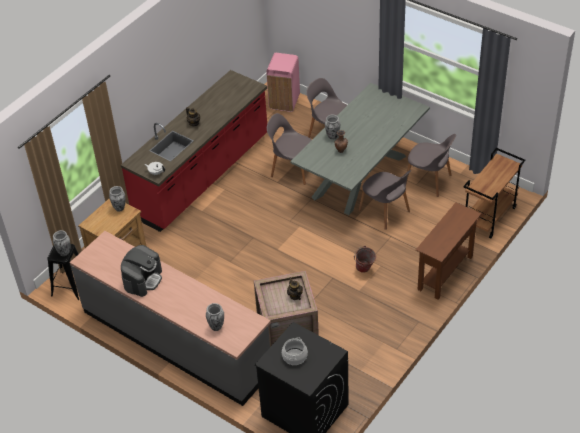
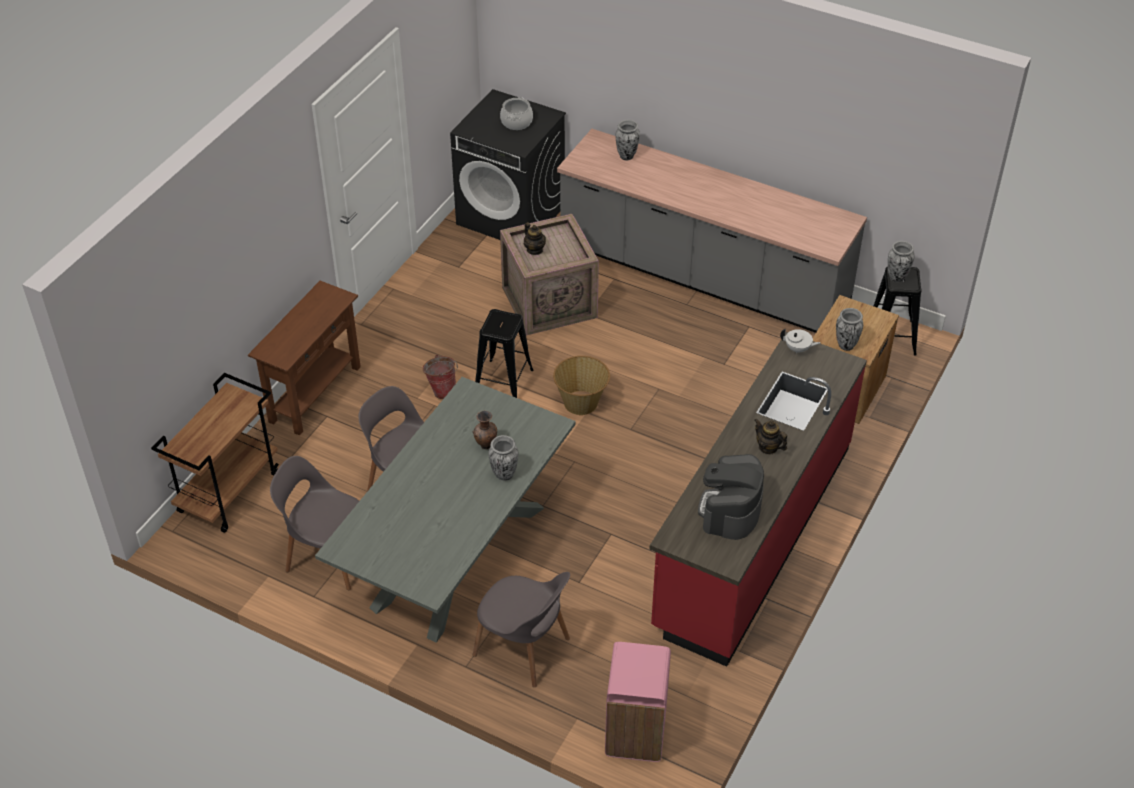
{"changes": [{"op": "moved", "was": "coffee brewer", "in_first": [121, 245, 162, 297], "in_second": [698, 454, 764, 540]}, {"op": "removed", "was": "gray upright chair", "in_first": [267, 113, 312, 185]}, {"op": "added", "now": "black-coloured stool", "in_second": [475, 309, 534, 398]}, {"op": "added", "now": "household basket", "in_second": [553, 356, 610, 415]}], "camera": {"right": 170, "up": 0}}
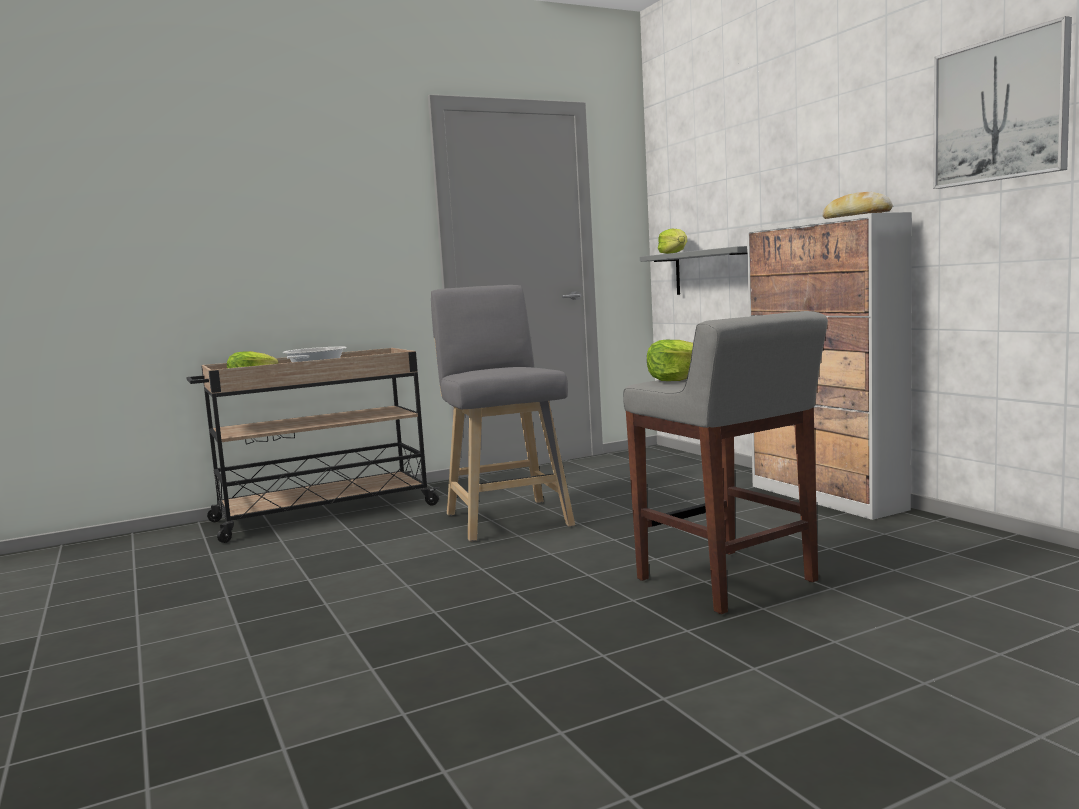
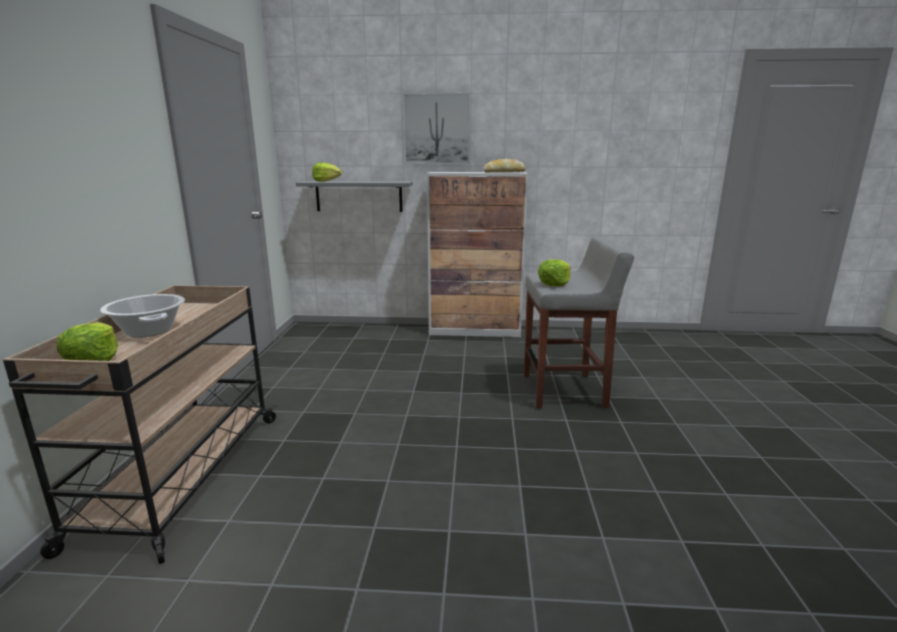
{"changes": [{"op": "removed", "was": "gray stool", "in_first": [431, 285, 575, 542]}, {"op": "moved", "was": "picture", "in_first": [933, 16, 1072, 189], "in_second": [403, 93, 471, 164]}], "camera": {"right": -60, "up": 10}}
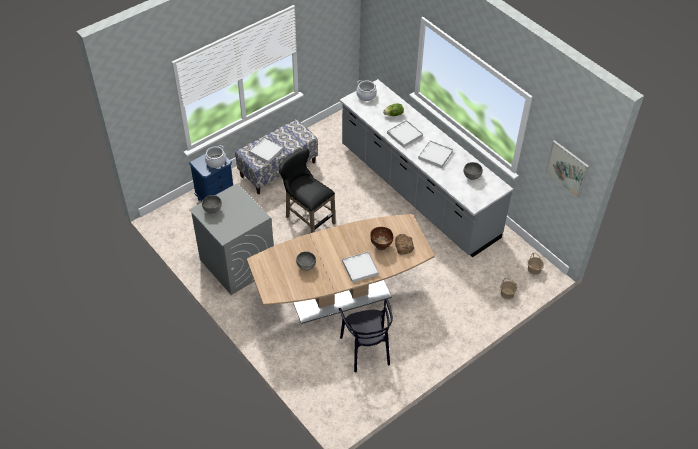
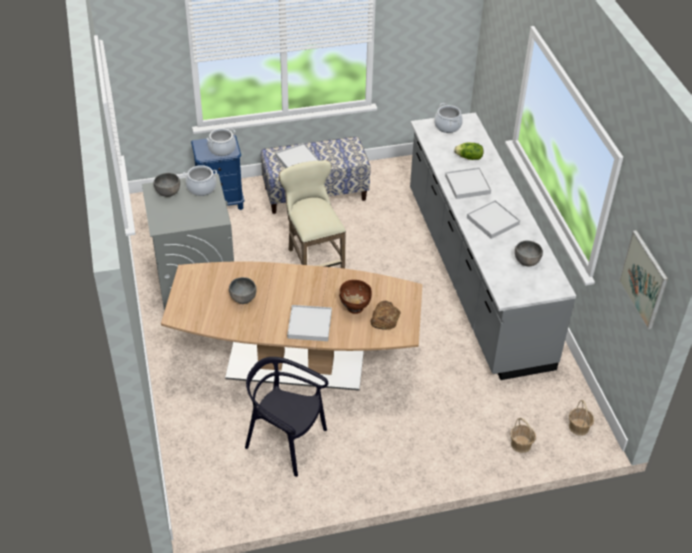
{"changes": [{"op": "recoloured", "was": "black-coloured stool", "now": "beige-coloured stool", "in_first": [279, 148, 335, 233], "in_second": [279, 160, 346, 269]}, {"op": "turned", "was": "black-coloured upright chair", "in_first": [339, 299, 393, 372], "in_second": [245, 357, 328, 477], "clockwise": 105}, {"op": "added", "now": "stockpot", "in_second": [183, 165, 217, 196]}], "camera": {"right": 25, "up": -5}}
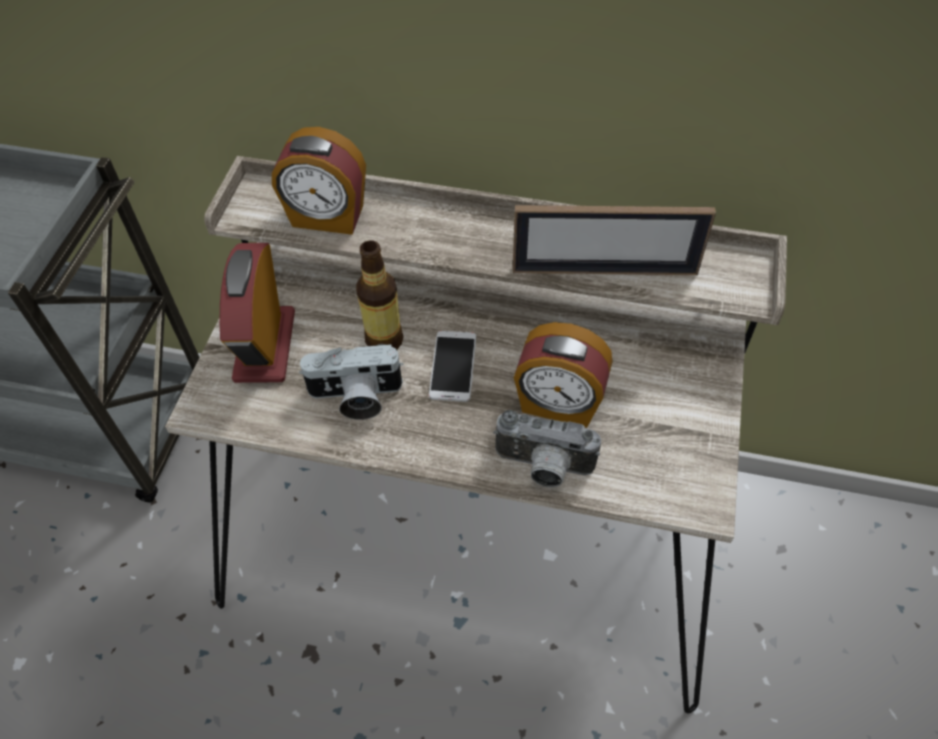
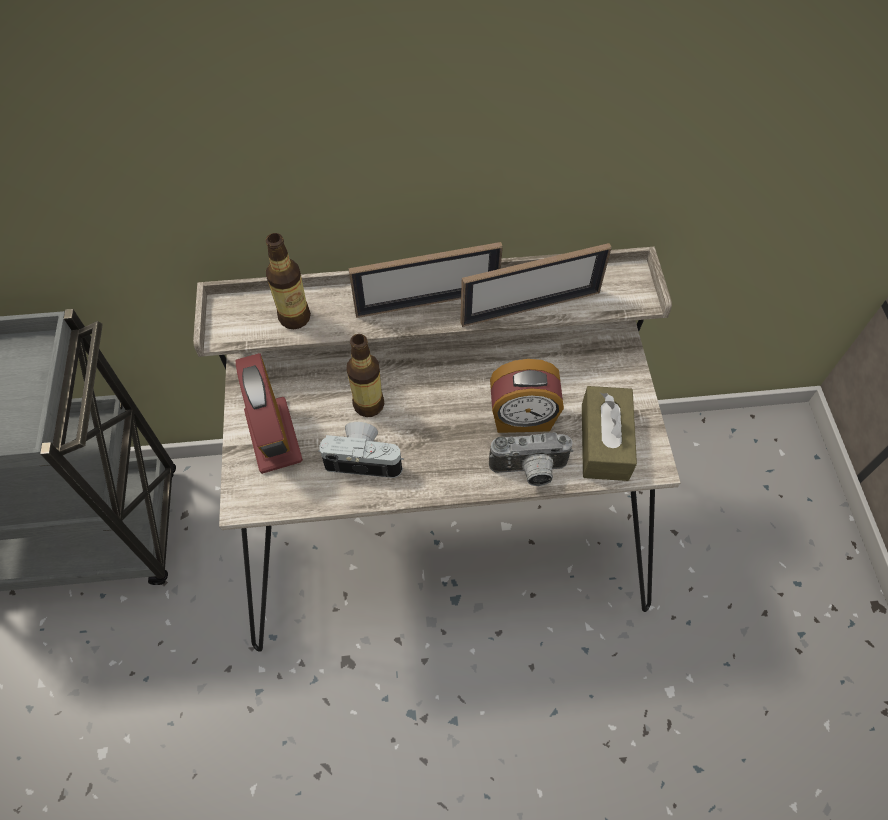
{"changes": [{"op": "replaced", "was": "table clock", "now": "drink bottle", "in_first": [272, 127, 366, 235], "in_second": [266, 233, 311, 329]}, {"op": "turned", "was": "still camera", "in_first": [299, 344, 404, 420], "in_second": [318, 422, 404, 478], "clockwise": -150}, {"op": "removed", "was": "handset", "in_first": [429, 331, 476, 402]}, {"op": "added", "now": "photo frame", "in_second": [348, 242, 503, 318]}, {"op": "added", "now": "brown tissue holder", "in_second": [582, 386, 637, 481]}], "camera": {"right": -20, "up": 5}}
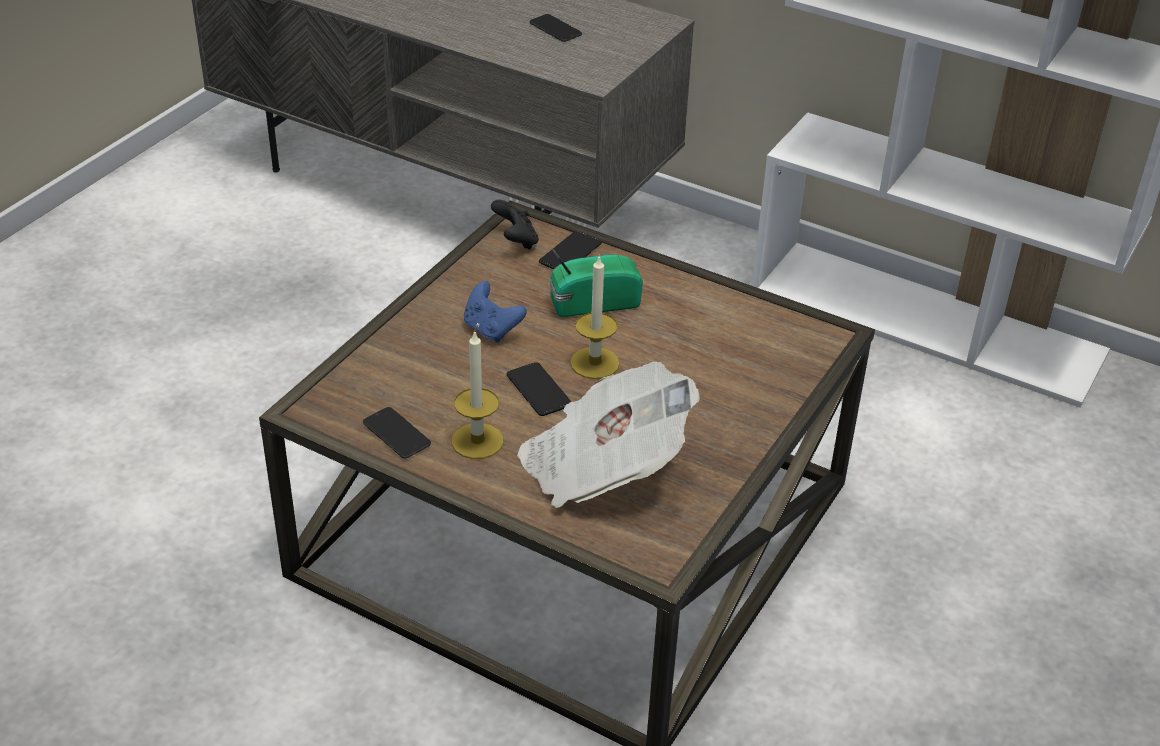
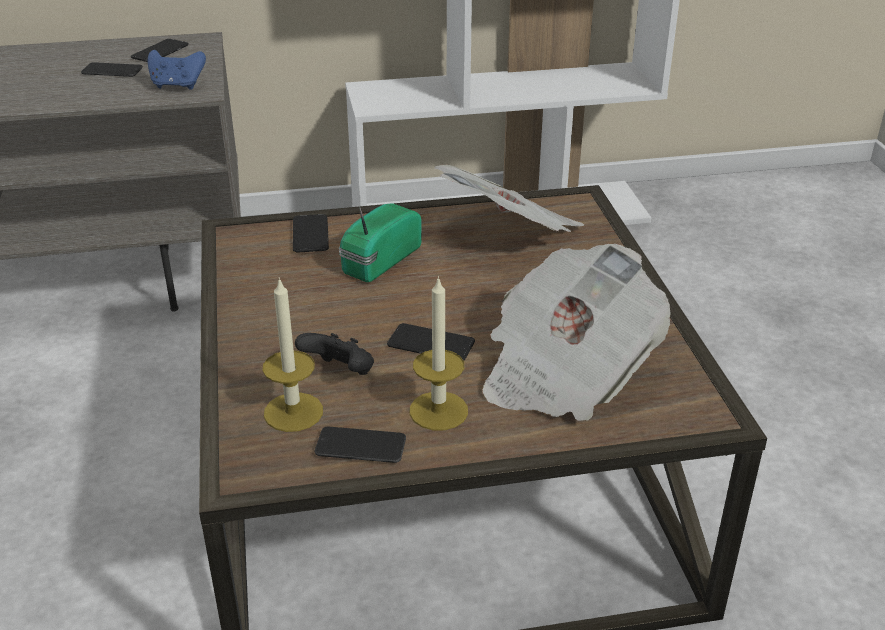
{"changes": [{"op": "moved", "was": "blue game controller", "in_first": [464, 281, 527, 343], "in_second": [148, 50, 206, 90]}, {"op": "moved", "was": "black-coloured game controller", "in_first": [491, 200, 539, 250], "in_second": [295, 333, 374, 375]}, {"op": "moved", "was": "wax light", "in_first": [570, 257, 620, 379], "in_second": [262, 277, 323, 432]}, {"op": "added", "now": "handset", "in_second": [131, 39, 189, 62]}, {"op": "added", "now": "printed paper", "in_second": [434, 165, 584, 232]}], "camera": {"right": -40, "up": -5}}
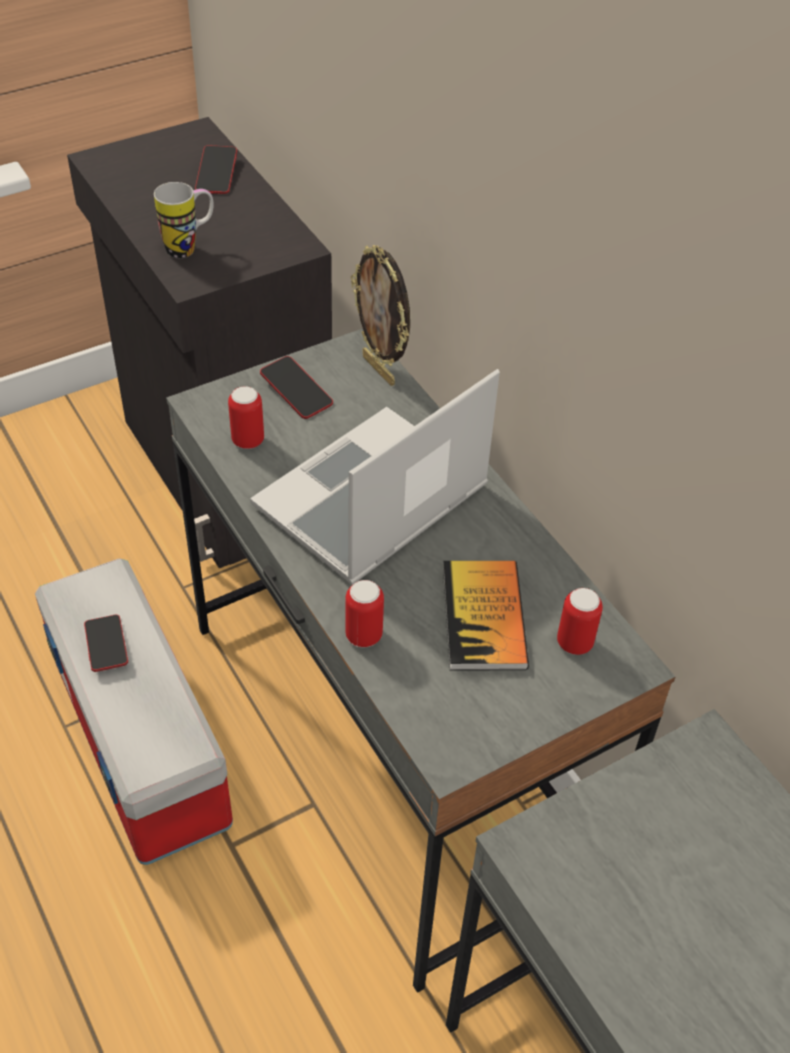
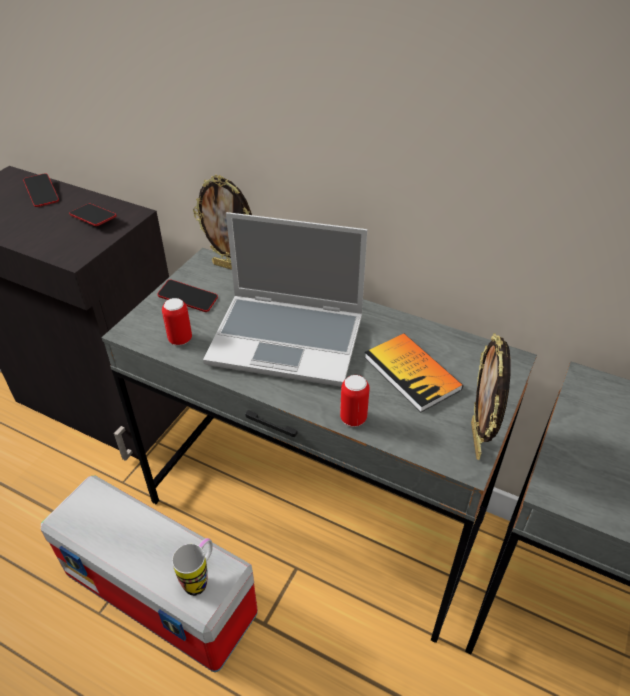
{"changes": [{"op": "moved", "was": "handset", "in_first": [84, 615, 128, 672], "in_second": [69, 204, 117, 226]}, {"op": "moved", "was": "coffee mug", "in_first": [154, 182, 214, 258], "in_second": [172, 538, 213, 596]}, {"op": "turned", "was": "notebook computer", "in_first": [250, 369, 500, 585], "in_second": [203, 212, 367, 386], "clockwise": -90}, {"op": "removed", "was": "can", "in_first": [557, 588, 603, 655]}, {"op": "added", "now": "photo frame", "in_second": [471, 333, 511, 460]}], "camera": {"right": -30, "up": -5}}
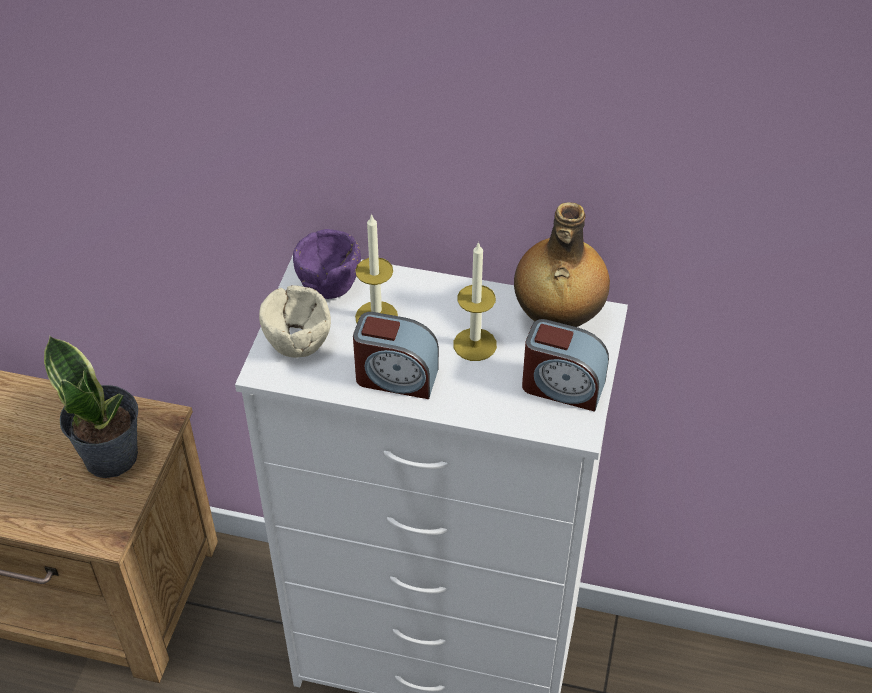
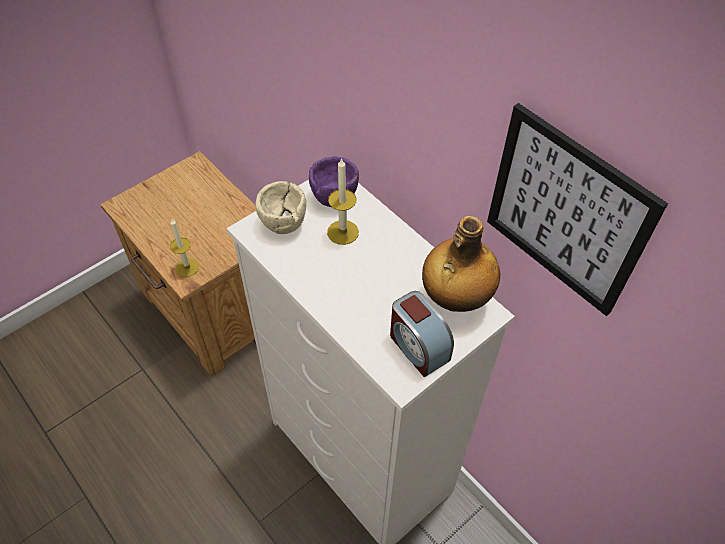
{"changes": [{"op": "removed", "was": "plant in a pot", "in_first": [44, 335, 138, 478]}, {"op": "removed", "was": "table clock", "in_first": [353, 312, 439, 399]}, {"op": "moved", "was": "wax light", "in_first": [453, 241, 497, 361], "in_second": [170, 219, 199, 277]}, {"op": "added", "now": "picture", "in_second": [487, 103, 668, 316]}], "camera": {"right": 35, "up": 5}}
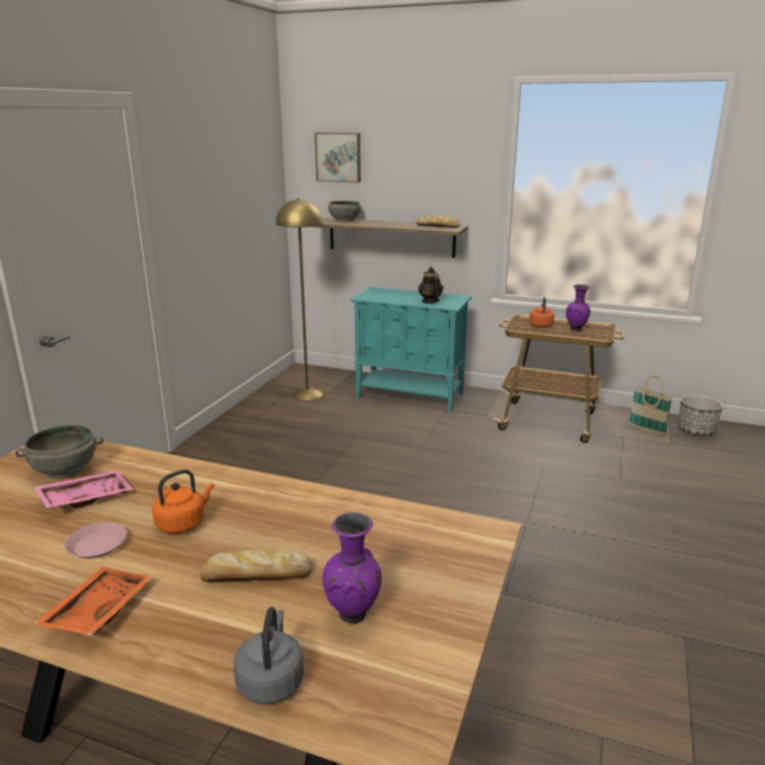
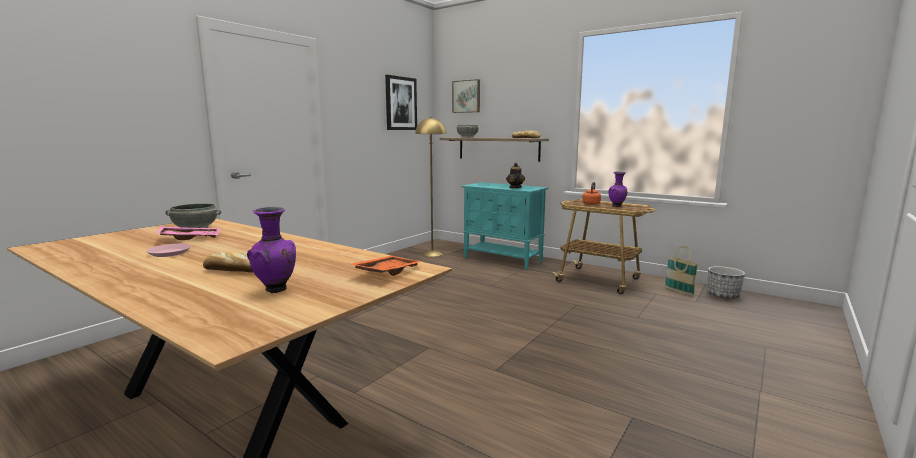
{"changes": [{"op": "moved", "was": "orangey serving tray", "in_first": [33, 567, 154, 636], "in_second": [350, 255, 423, 276]}, {"op": "removed", "was": "orangey water kettle", "in_first": [152, 469, 214, 533]}, {"op": "removed", "was": "gray water kettle", "in_first": [234, 607, 304, 704]}, {"op": "added", "now": "picture", "in_second": [385, 75, 417, 130]}], "camera": {"right": 15, "up": -10}}
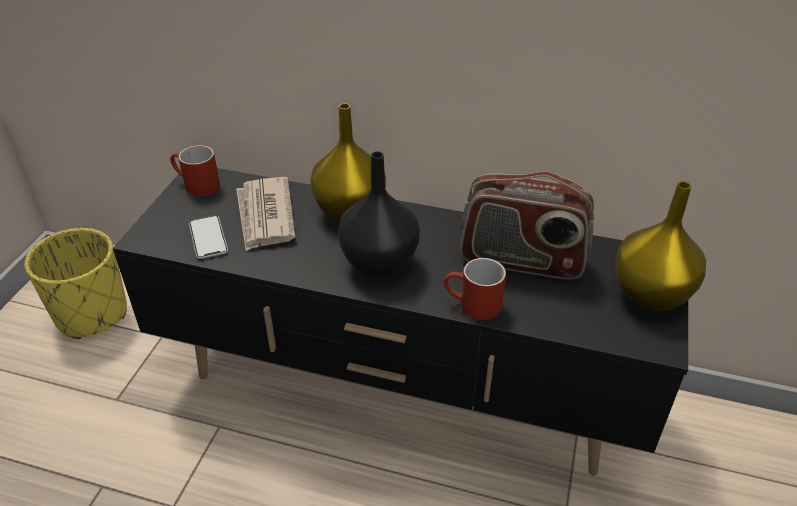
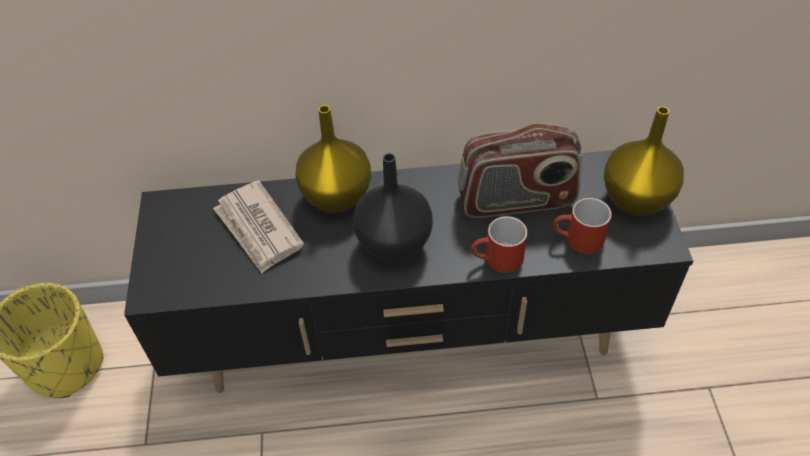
{"changes": [{"op": "moved", "was": "red-coloured coffee mug", "in_first": [170, 145, 220, 196], "in_second": [553, 198, 612, 253]}, {"op": "removed", "was": "handset", "in_first": [189, 215, 228, 259]}], "camera": {"right": -20, "up": 10}}
